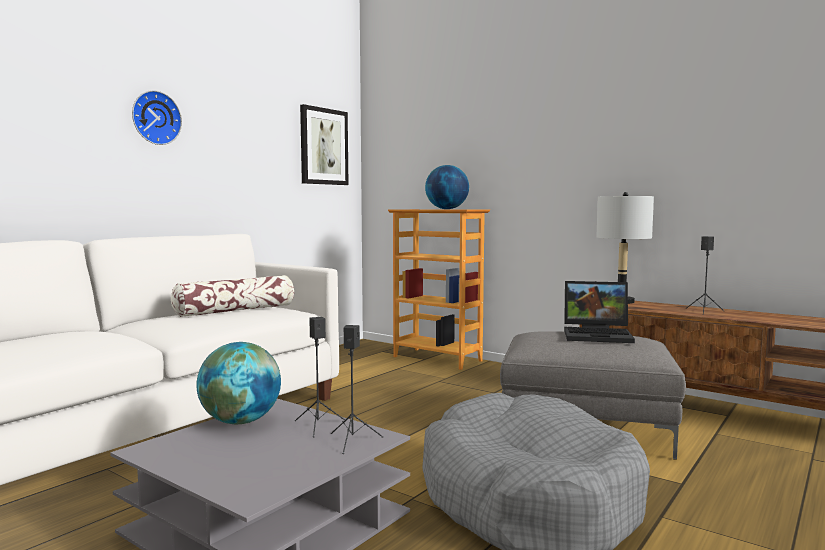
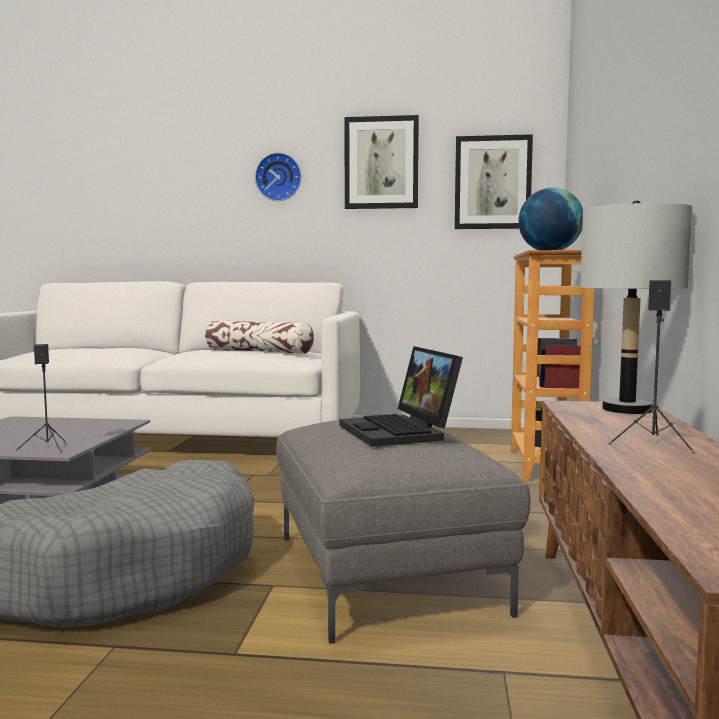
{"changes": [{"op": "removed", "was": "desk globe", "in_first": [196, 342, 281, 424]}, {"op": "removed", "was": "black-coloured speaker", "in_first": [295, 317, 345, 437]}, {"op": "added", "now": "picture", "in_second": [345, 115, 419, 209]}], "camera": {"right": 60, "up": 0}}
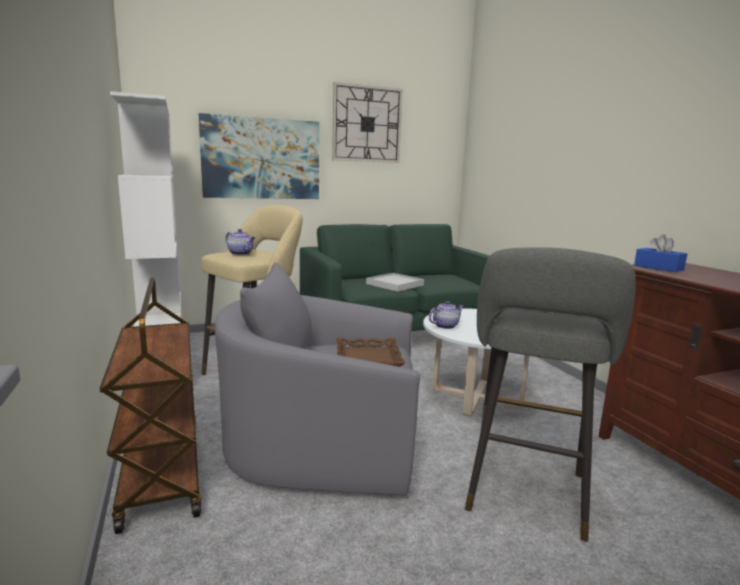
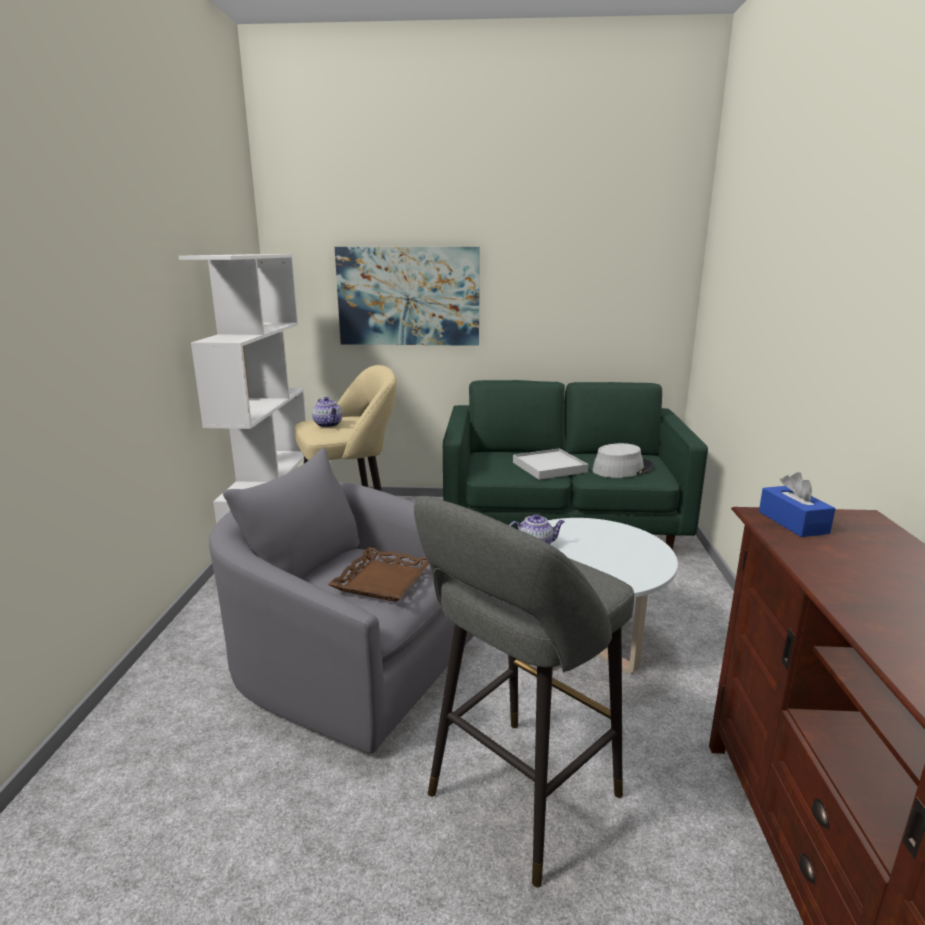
{"changes": [{"op": "removed", "was": "brown cart", "in_first": [100, 278, 202, 534]}, {"op": "removed", "was": "hanging clock", "in_first": [332, 82, 403, 163]}, {"op": "added", "now": "gray hat", "in_second": [592, 443, 654, 478]}], "camera": {"right": 25, "up": 5}}
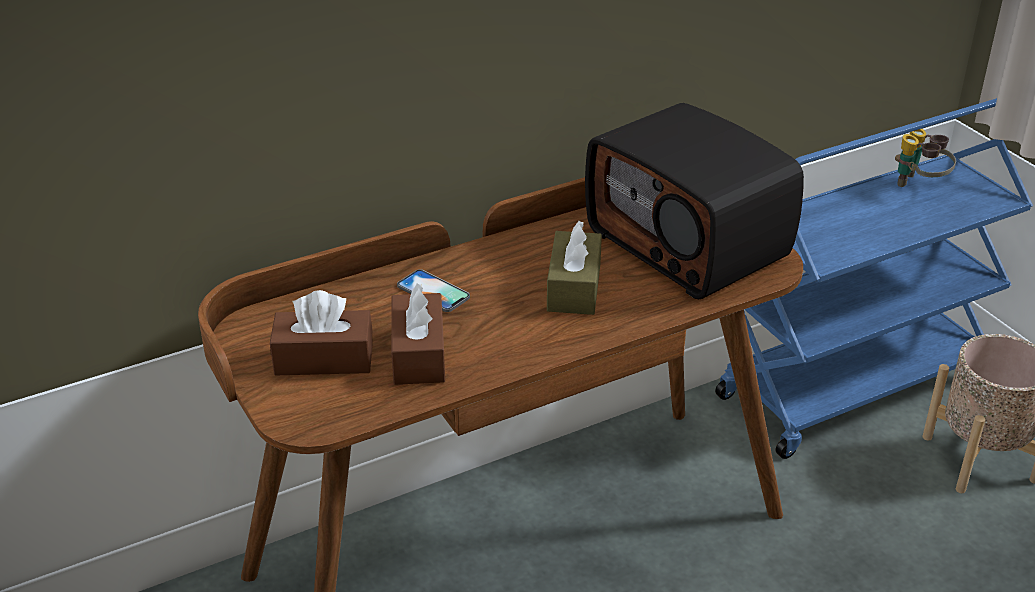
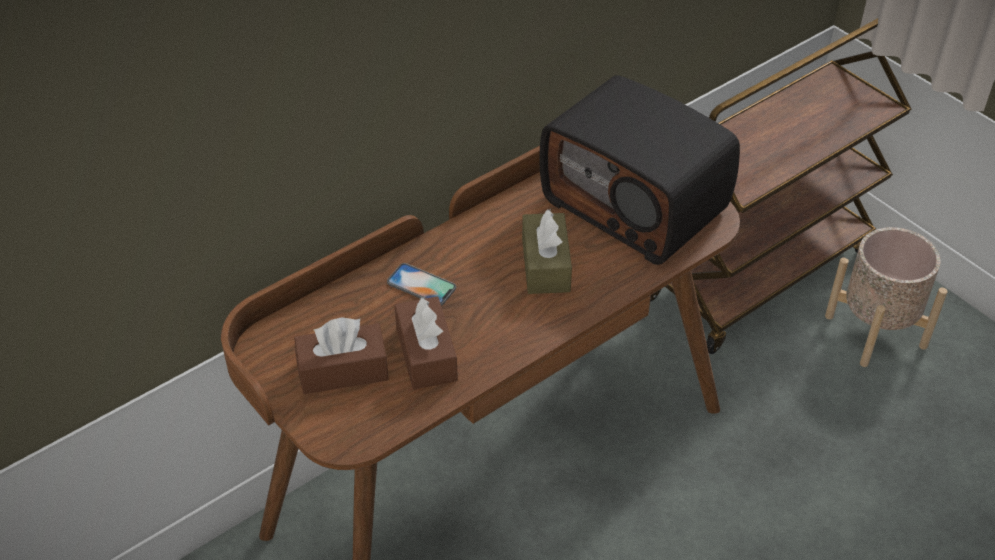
{"changes": [{"op": "recoloured", "was": "blue cart", "now": "brown cart", "in_first": [715, 98, 1033, 459], "in_second": [650, 18, 912, 354]}, {"op": "removed", "was": "field glasses", "in_first": [895, 129, 956, 187]}], "camera": {"right": -10, "up": 10}}
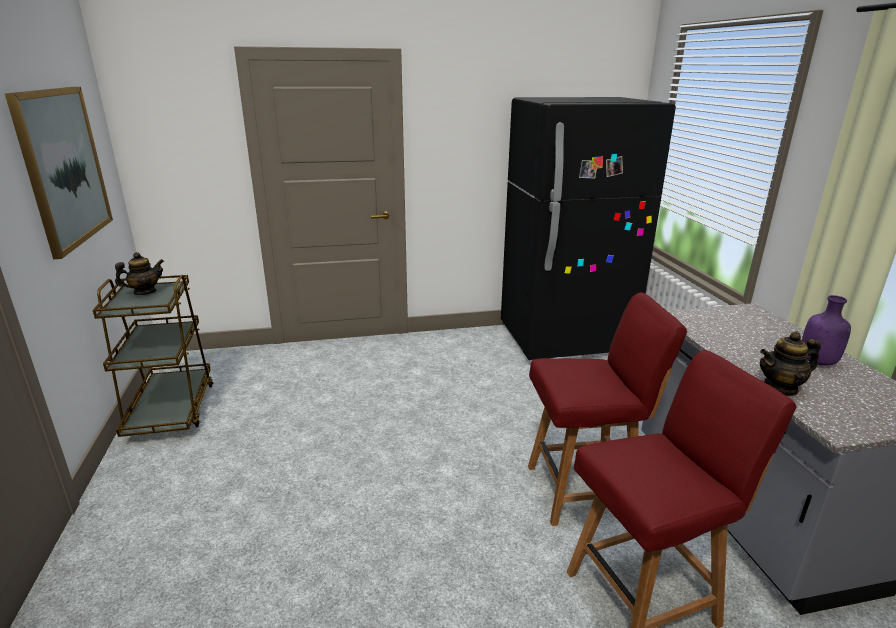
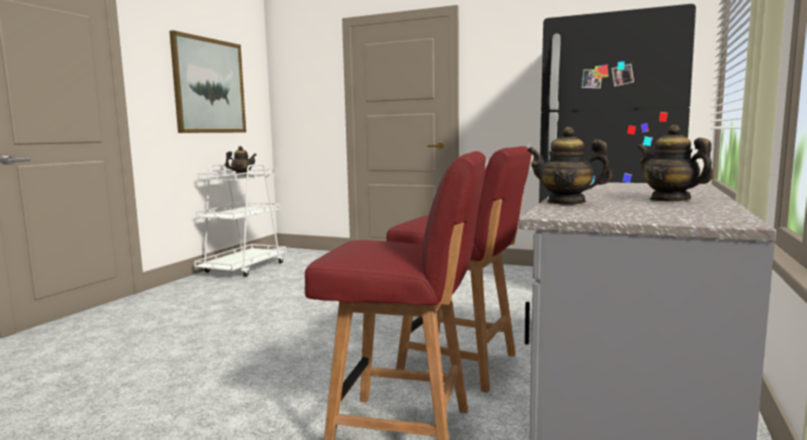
{"changes": [{"op": "recoloured", "was": "brown cart", "now": "white cart", "in_first": [93, 275, 214, 437], "in_second": [194, 164, 286, 277]}, {"op": "replaced", "was": "purple drink bottle", "now": "teapot", "in_first": [802, 295, 851, 365], "in_second": [637, 125, 714, 202]}], "camera": {"right": 35, "up": -15}}
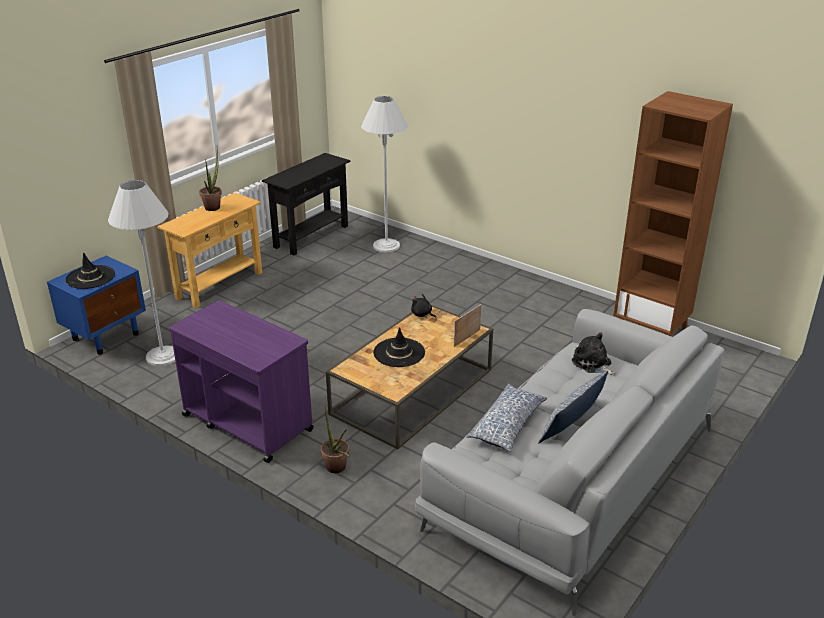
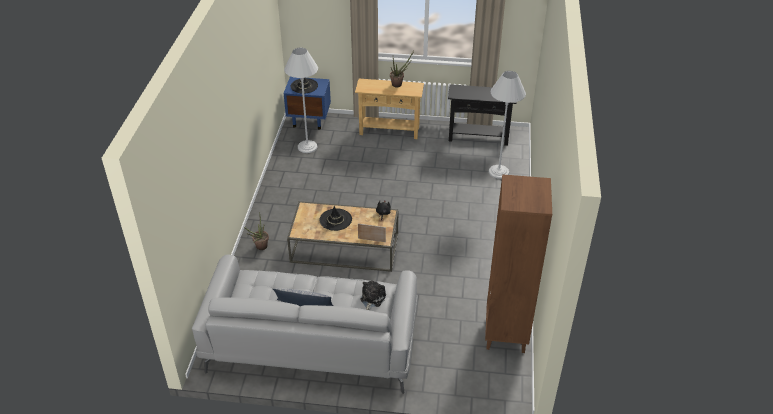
{"changes": [{"op": "removed", "was": "purple cart", "in_first": [169, 300, 314, 463]}, {"op": "removed", "was": "throw pillow", "in_first": [466, 383, 547, 451]}], "camera": {"right": 60, "up": 10}}
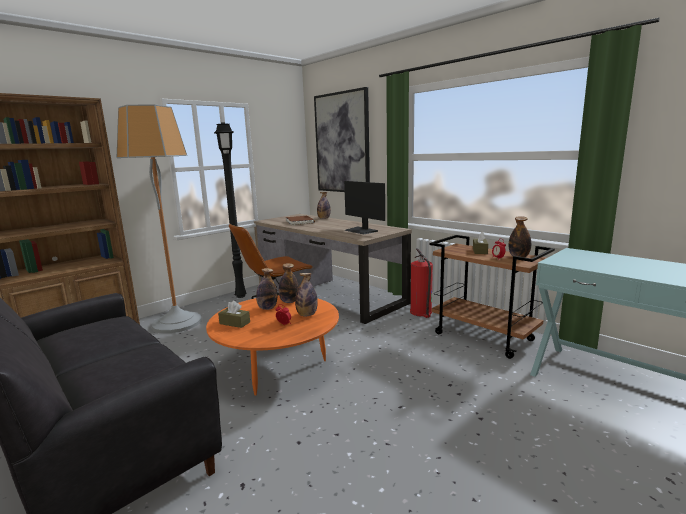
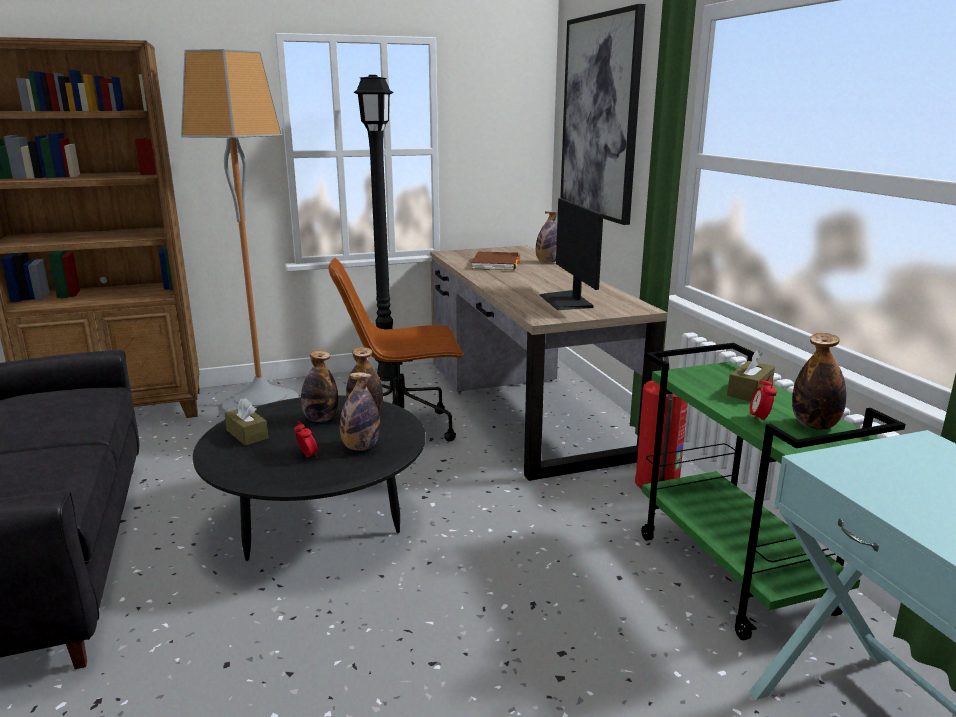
{"changes": [{"op": "recoloured", "was": "orangey coffee table", "now": "black-coloured coffee table", "in_first": [206, 295, 339, 396], "in_second": [193, 395, 426, 561]}, {"op": "recoloured", "was": "brown cart", "now": "green cart", "in_first": [429, 235, 555, 359], "in_second": [641, 343, 906, 640]}], "camera": {"right": 25, "up": 5}}
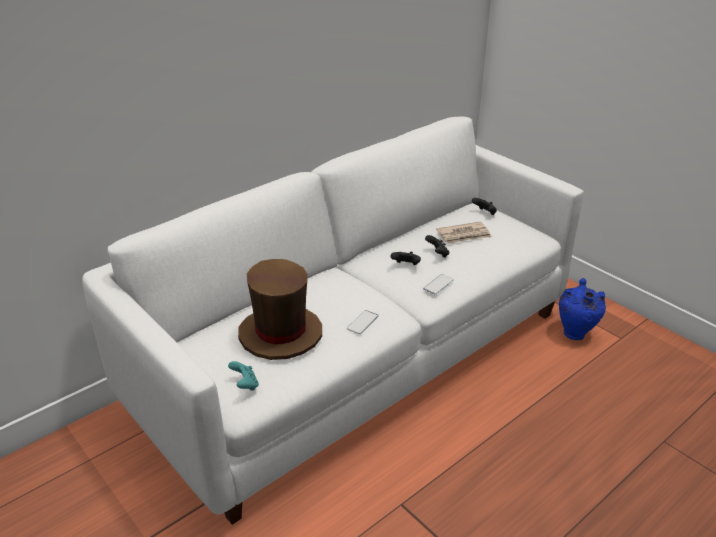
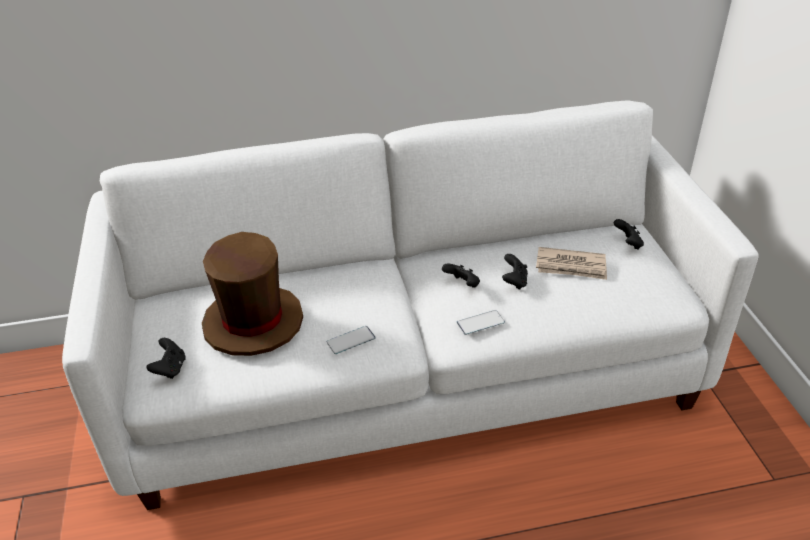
{"changes": [{"op": "recoloured", "was": "blue-green game controller", "now": "black-coloured game controller", "in_first": [228, 361, 259, 391], "in_second": [146, 338, 186, 379]}, {"op": "removed", "was": "blue decorative vase", "in_first": [559, 278, 606, 340]}], "camera": {"right": 30, "up": 5}}
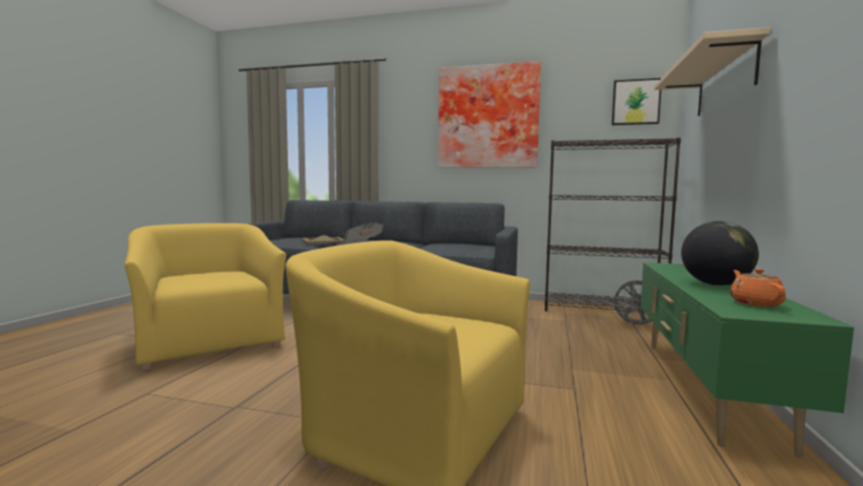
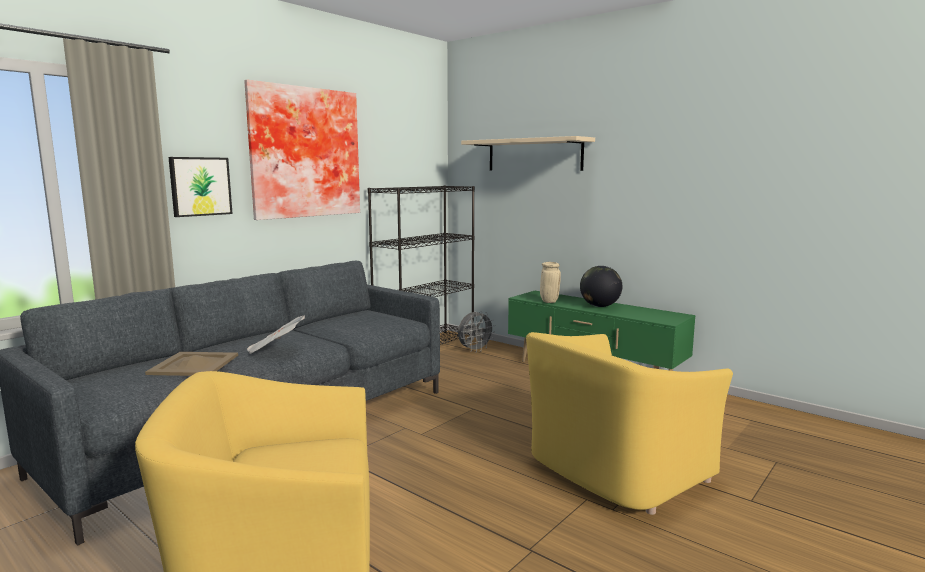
{"changes": [{"op": "moved", "was": "picture", "in_first": [612, 78, 661, 125], "in_second": [169, 157, 233, 217]}, {"op": "removed", "was": "orangey teapot", "in_first": [730, 269, 786, 307]}, {"op": "added", "now": "beige-coloured decorative vase", "in_second": [540, 262, 561, 303]}], "camera": {"right": -65, "up": 5}}
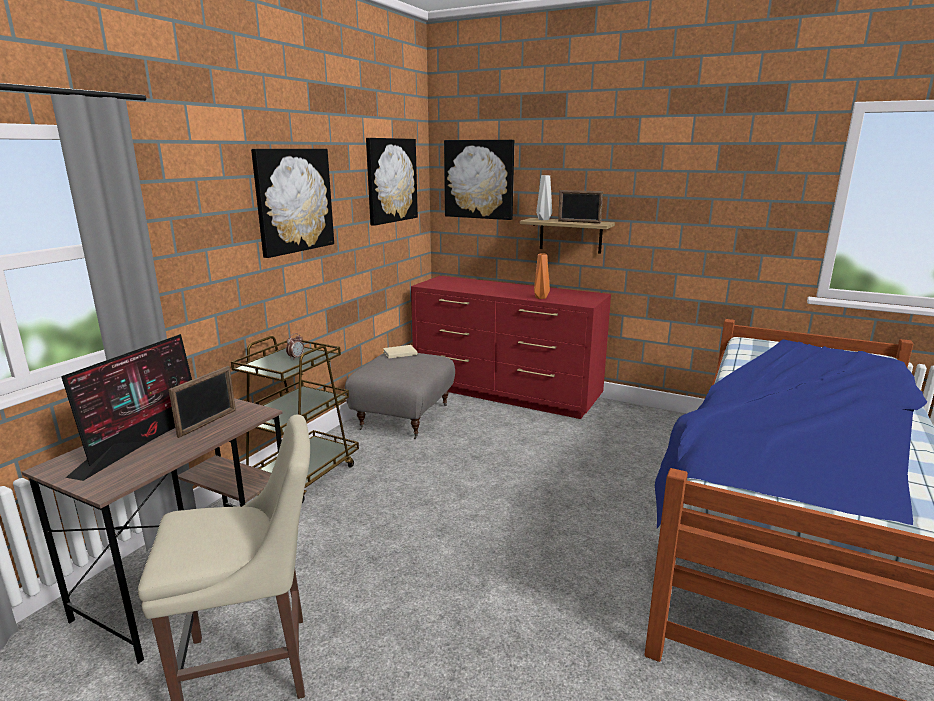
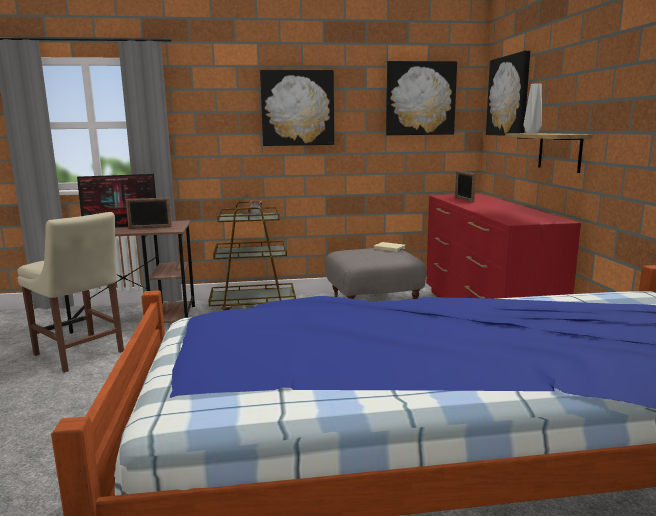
{"changes": [{"op": "removed", "was": "orangey decorative vase", "in_first": [534, 253, 550, 299]}, {"op": "moved", "was": "photo frame", "in_first": [558, 190, 603, 223], "in_second": [455, 171, 476, 202]}], "camera": {"right": 55, "up": -5}}
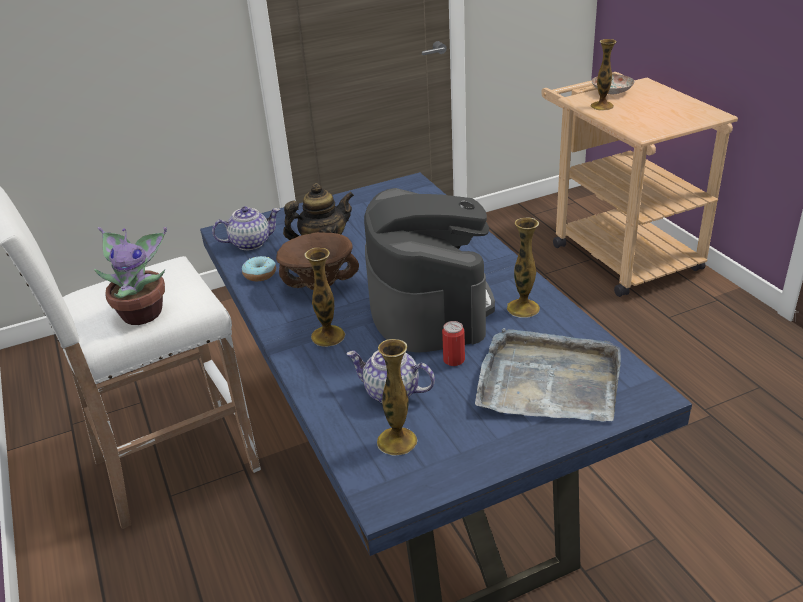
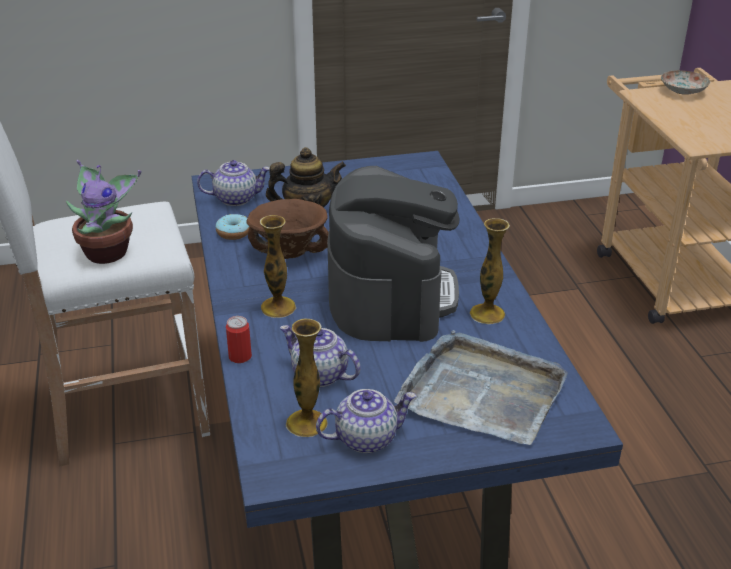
{"changes": [{"op": "moved", "was": "can", "in_first": [442, 321, 465, 366], "in_second": [226, 316, 252, 363]}, {"op": "removed", "was": "decorative vase", "in_first": [590, 39, 617, 111]}, {"op": "added", "now": "teapot", "in_second": [316, 389, 416, 453]}], "camera": {"right": 10, "up": 0}}
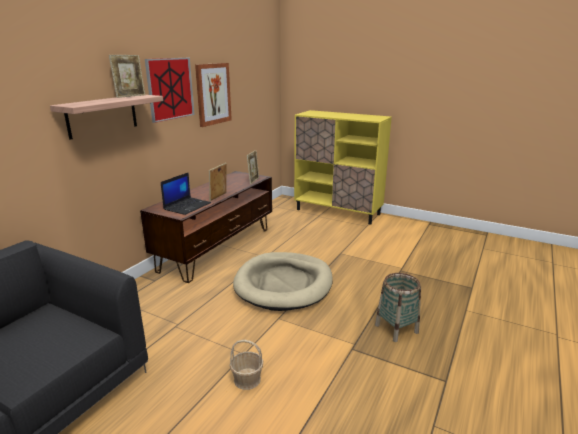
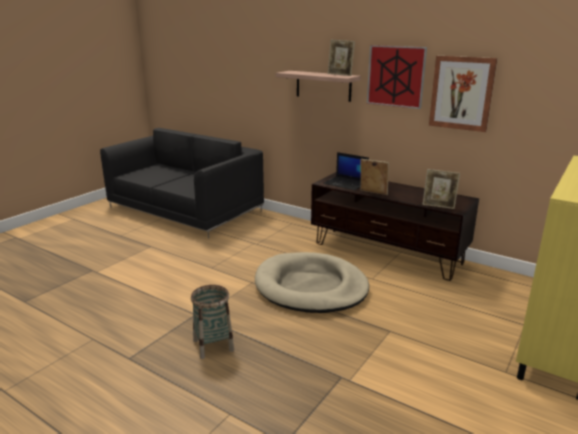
{"changes": [{"op": "removed", "was": "household basket", "in_first": [230, 340, 263, 390]}], "camera": {"right": 95, "up": 0}}
